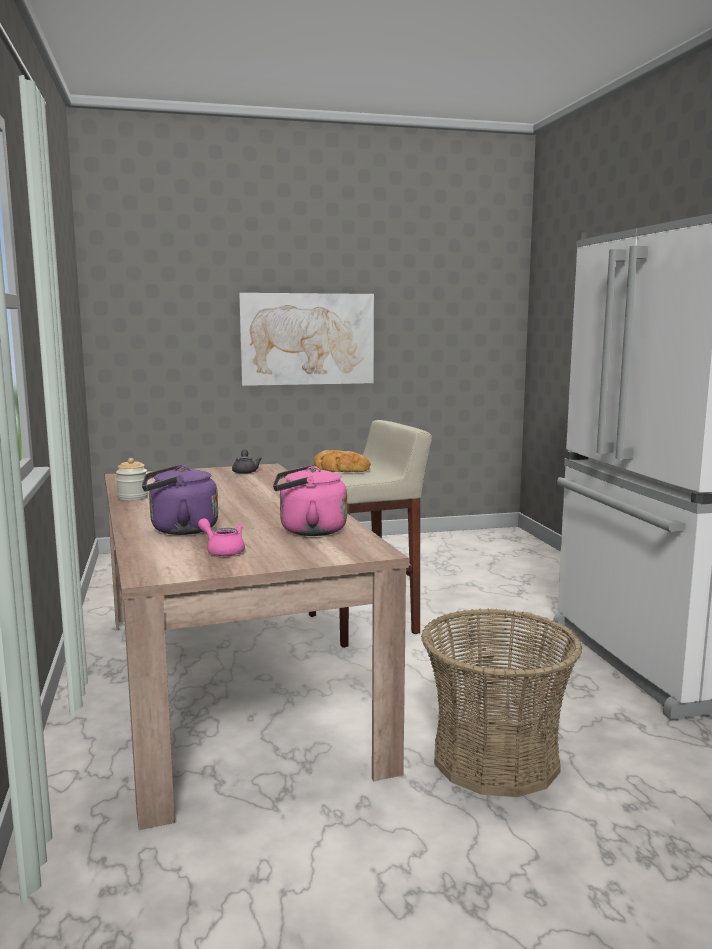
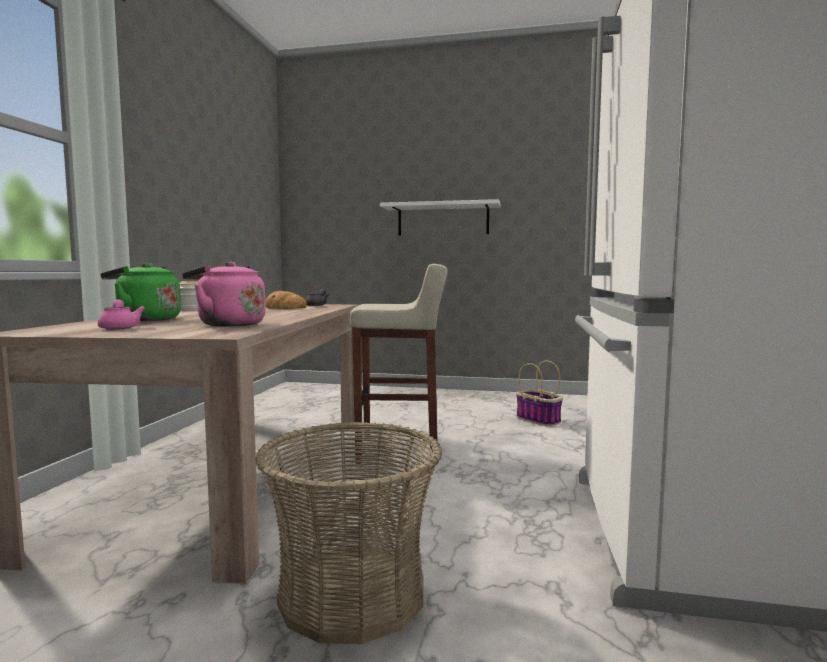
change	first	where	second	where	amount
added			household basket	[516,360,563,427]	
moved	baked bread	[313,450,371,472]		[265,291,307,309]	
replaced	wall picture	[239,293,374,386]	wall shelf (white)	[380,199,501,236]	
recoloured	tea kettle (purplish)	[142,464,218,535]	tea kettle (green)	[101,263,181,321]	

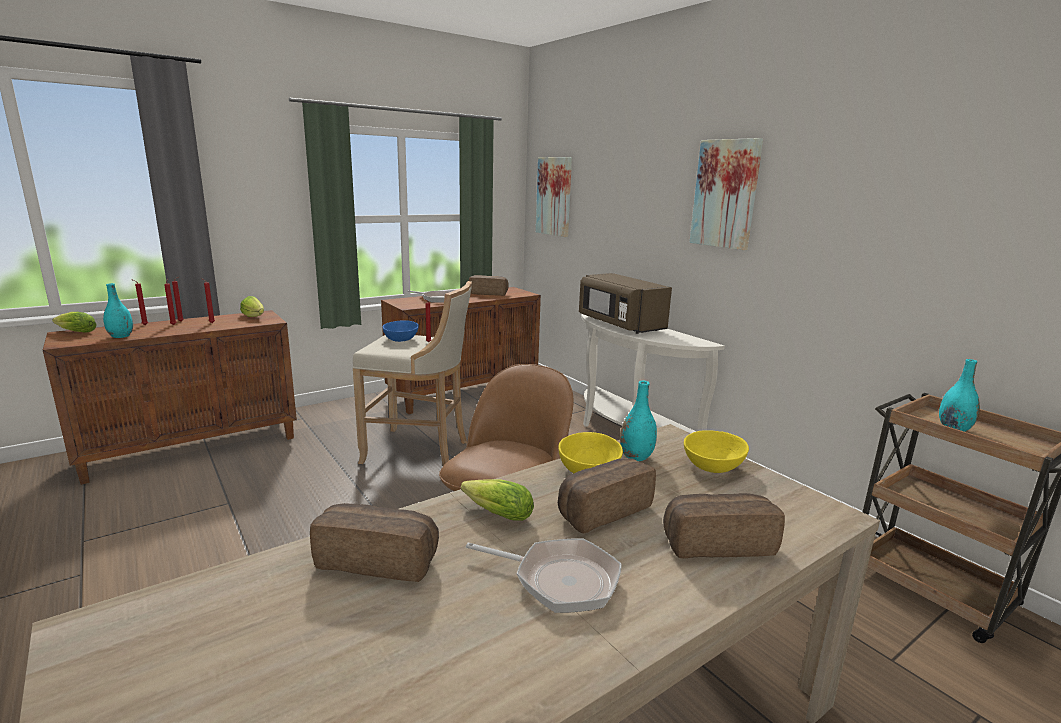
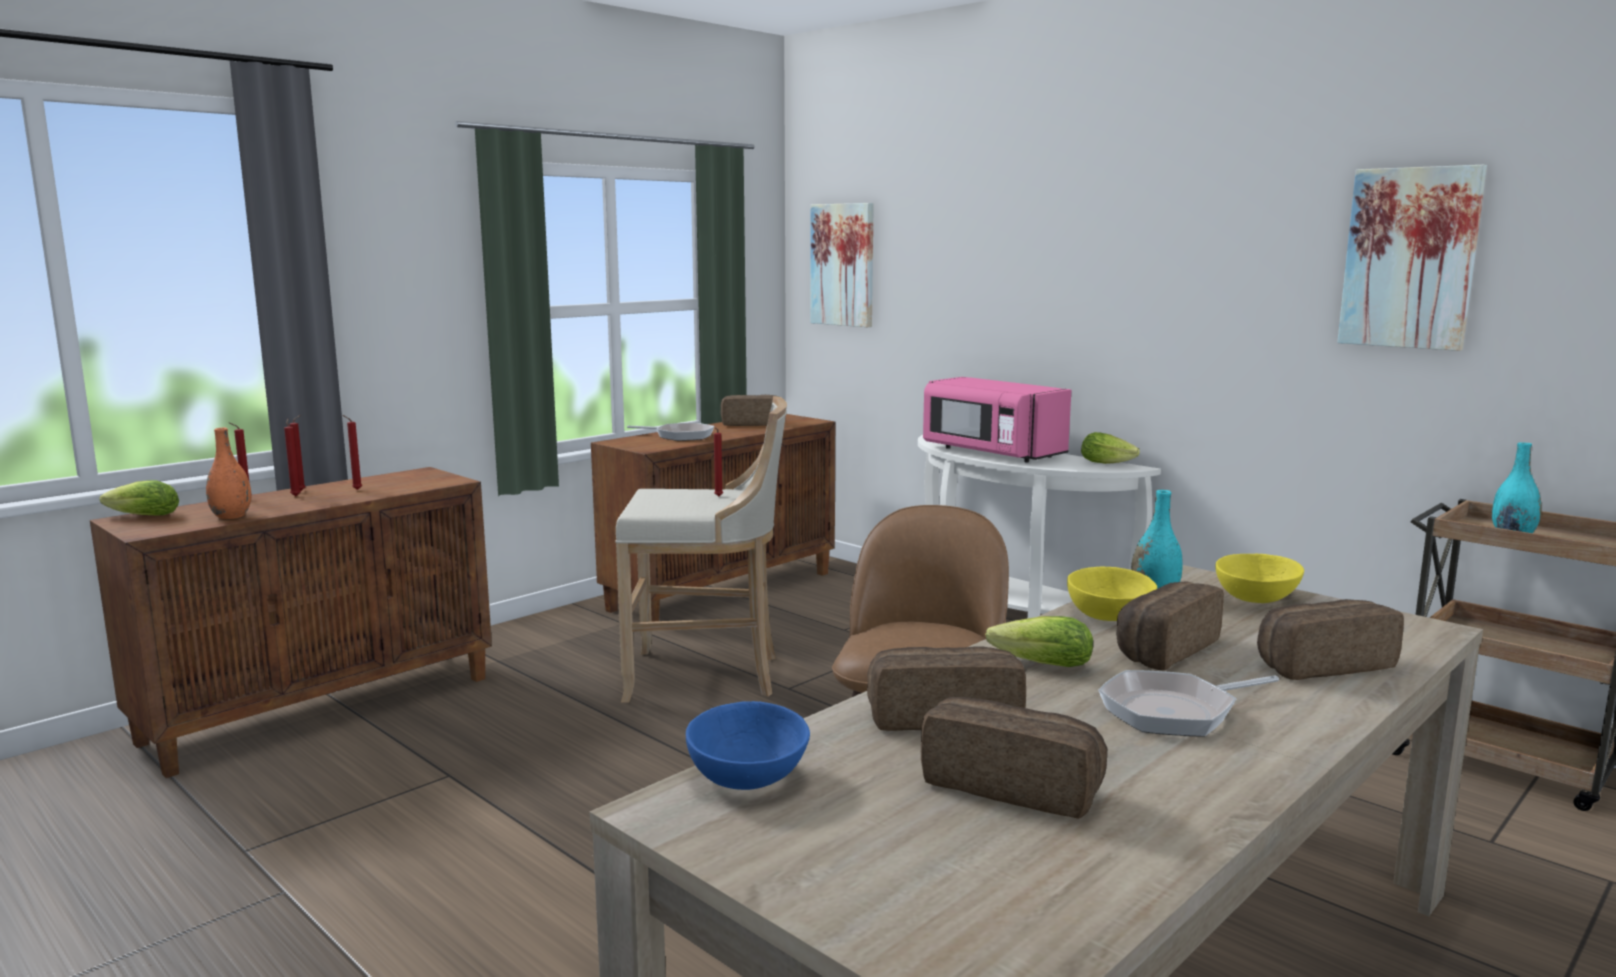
change	first	where	second	where	amount
added			baked bread	[921,697,1107,819]	
moved	lettuce	[240,296,264,317]		[1081,432,1140,464]	
moved	deep dish (blue)	[383,320,419,342]		[686,701,810,790]	
moved	wall picture	[690,138,763,250]		[1337,165,1487,351]	
recoloured	vase (turquoise-coloured)	[103,283,133,338]	vase (orange)	[206,428,252,519]	
recoloured	microwave oven (brownish)	[579,273,672,334]	microwave oven (pink)	[923,377,1071,463]	
turned	frying pan	[466,539,622,613]		[1098,670,1279,737]	150 degrees clockwise

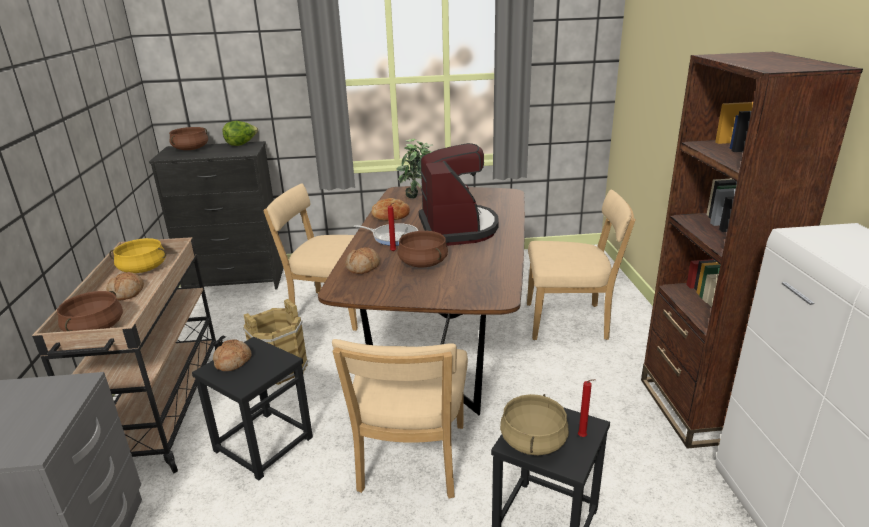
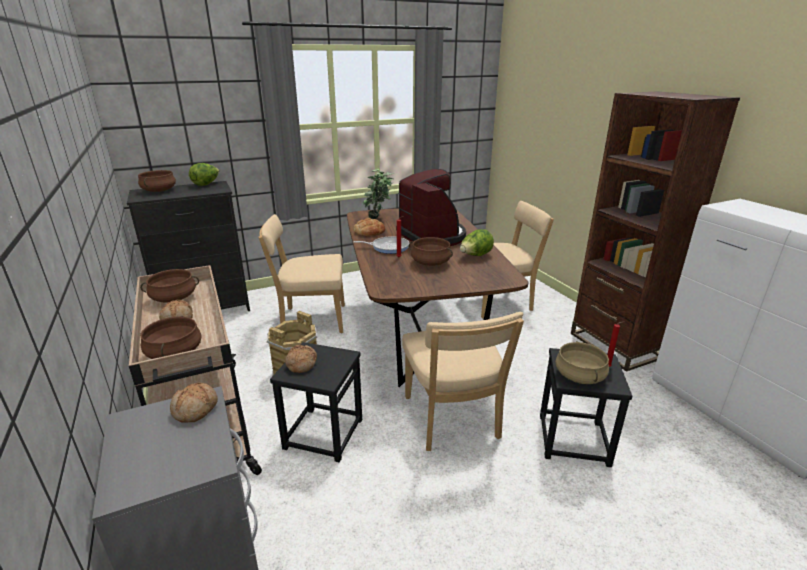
change	first	where	second	where	amount
added			lettuce	[460,229,494,256]	
moved	baked bread	[346,247,380,274]		[170,382,218,423]	
recoloured	saucepot (yellow-coloured)	[109,238,166,273]	saucepot (brownish)	[140,269,199,303]	

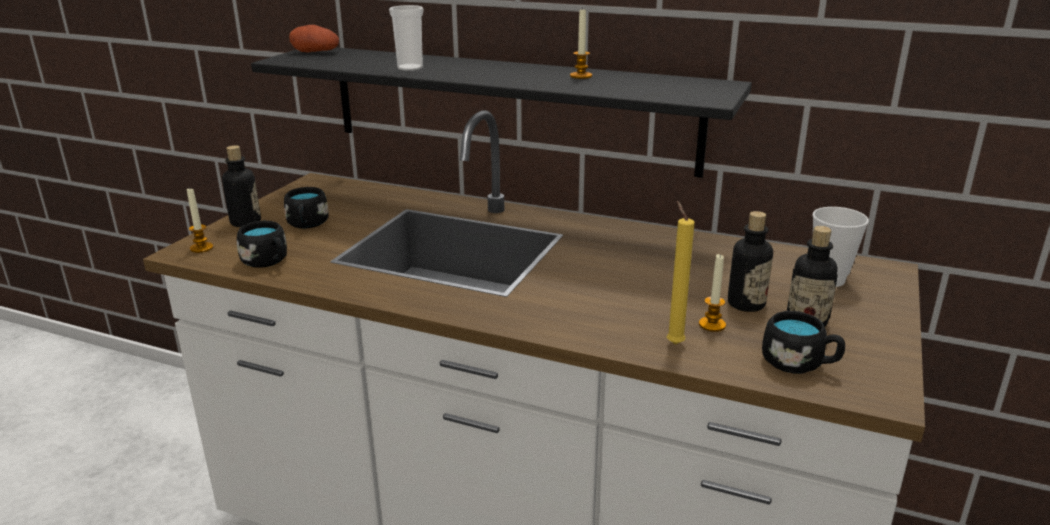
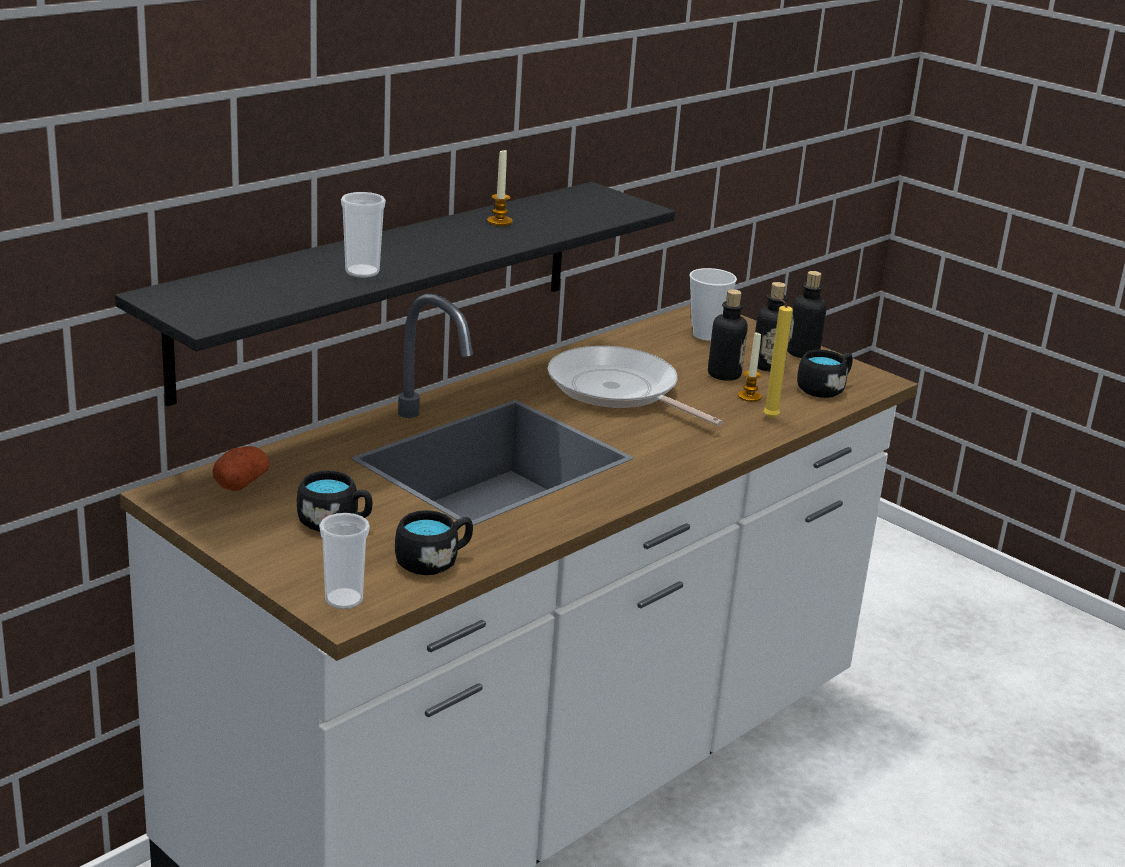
change	first	where	second	where	amount
added			frying pan	[548,346,723,426]	
moved	bottle	[222,145,261,227]		[787,271,827,358]	
moved	potato	[289,25,339,53]		[213,446,270,491]	
replaced	wax candle	[187,187,213,253]	small cup	[319,513,370,609]	

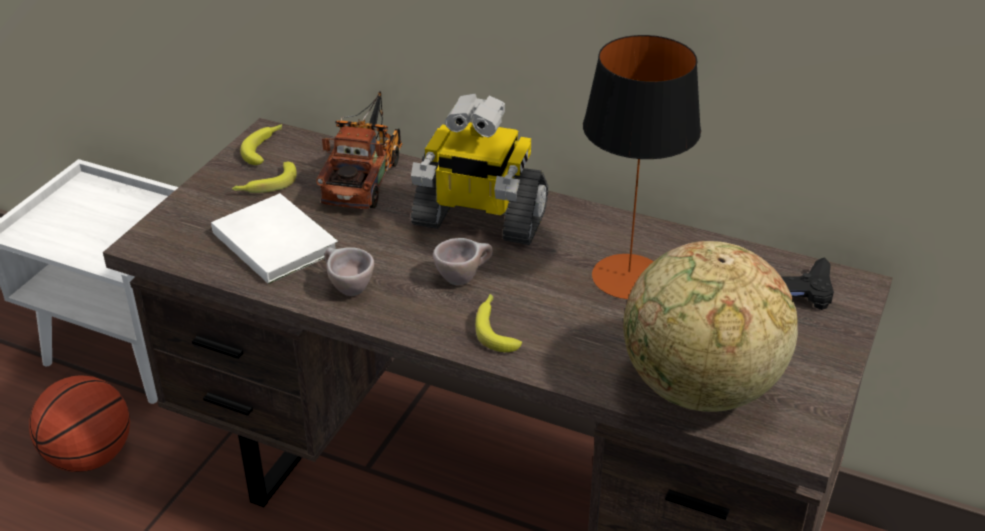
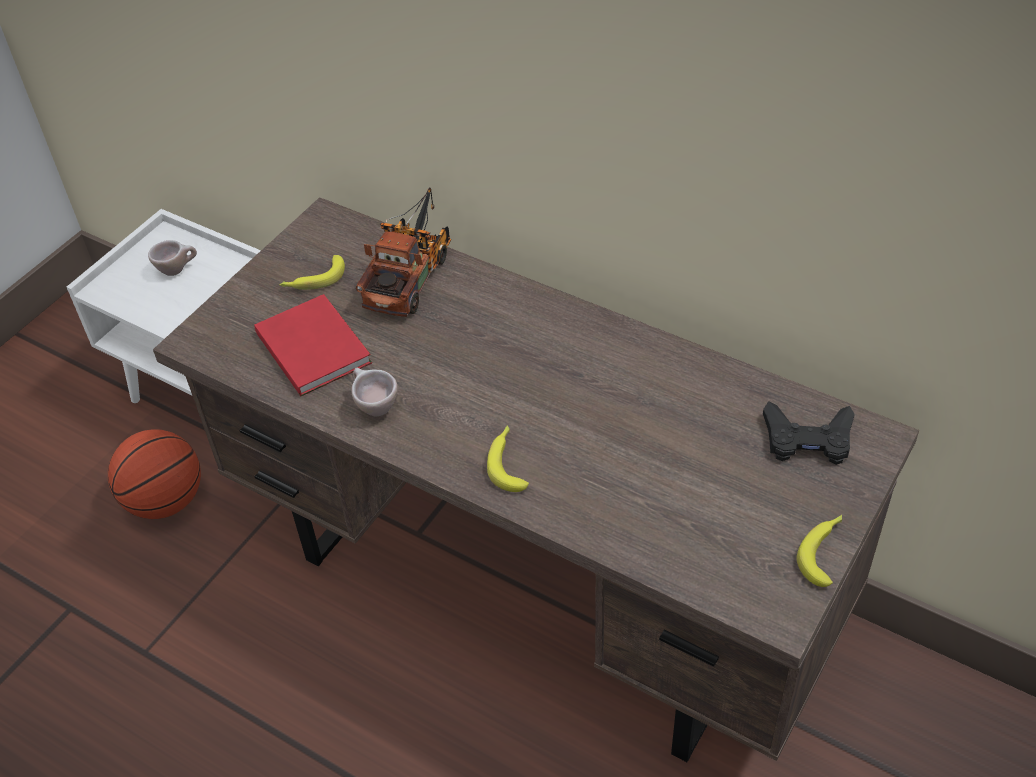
change	first	where	second	where	amount
removed	model robot	[411,94,548,245]			
removed	lamp for a table	[583,35,701,299]			
removed	desk globe	[623,241,798,412]			
moved	banana	[240,124,282,165]		[797,515,842,587]	
moved	small cup (beige)	[433,238,493,285]		[148,240,197,276]	
recoloured	volume (white)	[211,193,338,284]	volume (red)	[254,294,372,396]	

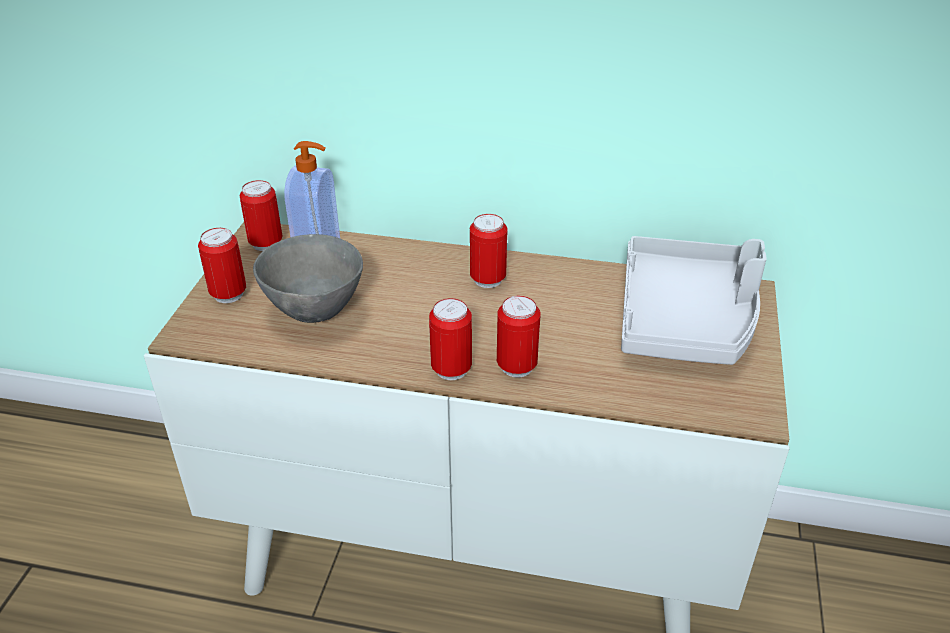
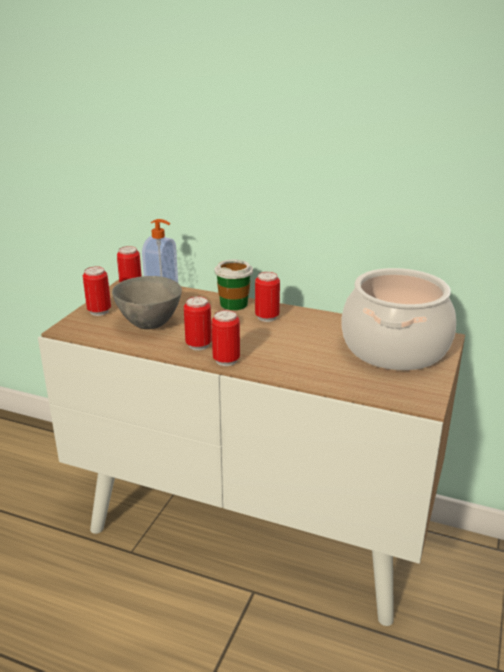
change	first	where	second	where	amount
added			small cup	[214,259,253,310]	
moved	metal can	[497,296,541,378]		[184,296,212,351]	
replaced	tray (grey)	[621,236,767,365]	saucepot	[341,268,456,370]	

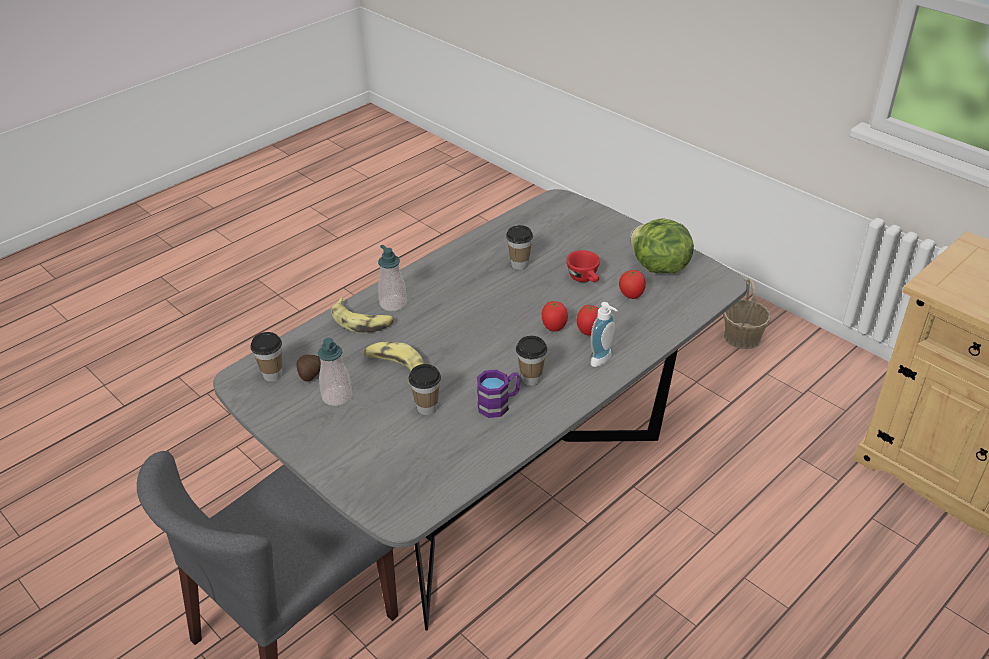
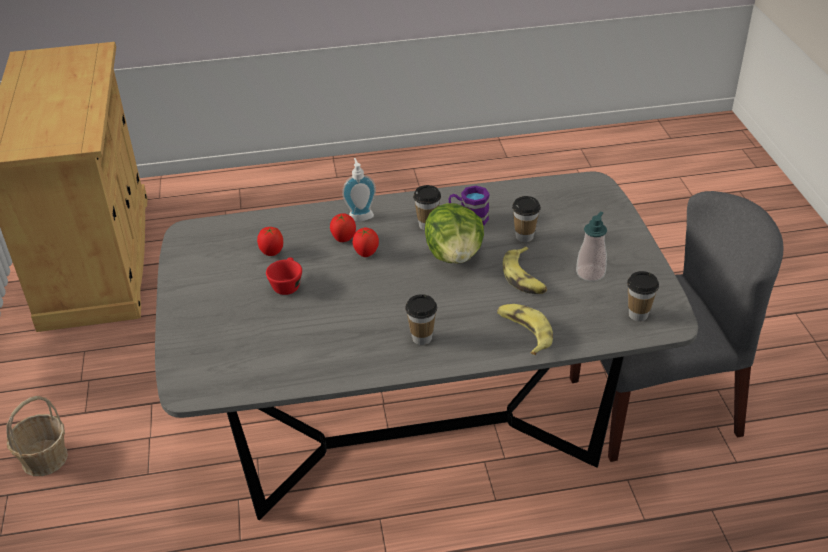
change	first	where	second	where	amount
removed	potato	[296,355,321,382]			
removed	liquid soap bottle	[378,245,407,312]			
moved	small cup	[506,225,533,270]		[405,294,437,345]	
moved	lettuce	[630,218,694,273]		[425,203,484,264]	

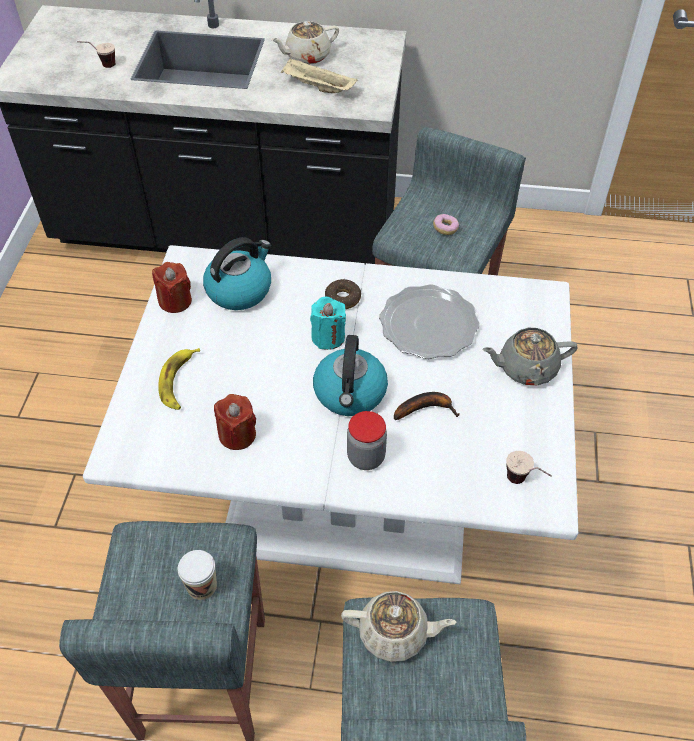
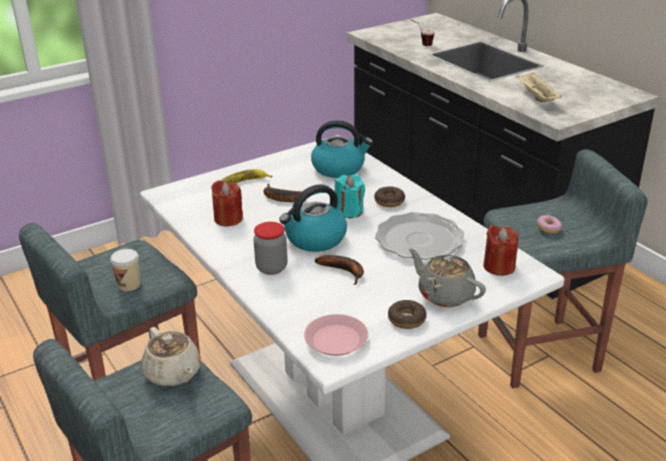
change	first	where	second	where	amount
removed	tea pot (beige)	[271,21,339,65]			
added			banana	[264,183,302,202]	
added			doughnut	[388,300,426,329]	
moved	wax candle (red)	[152,262,192,313]		[483,225,519,276]	
replaced	small cup	[506,451,552,484]	plate (pink)	[304,314,368,356]	

